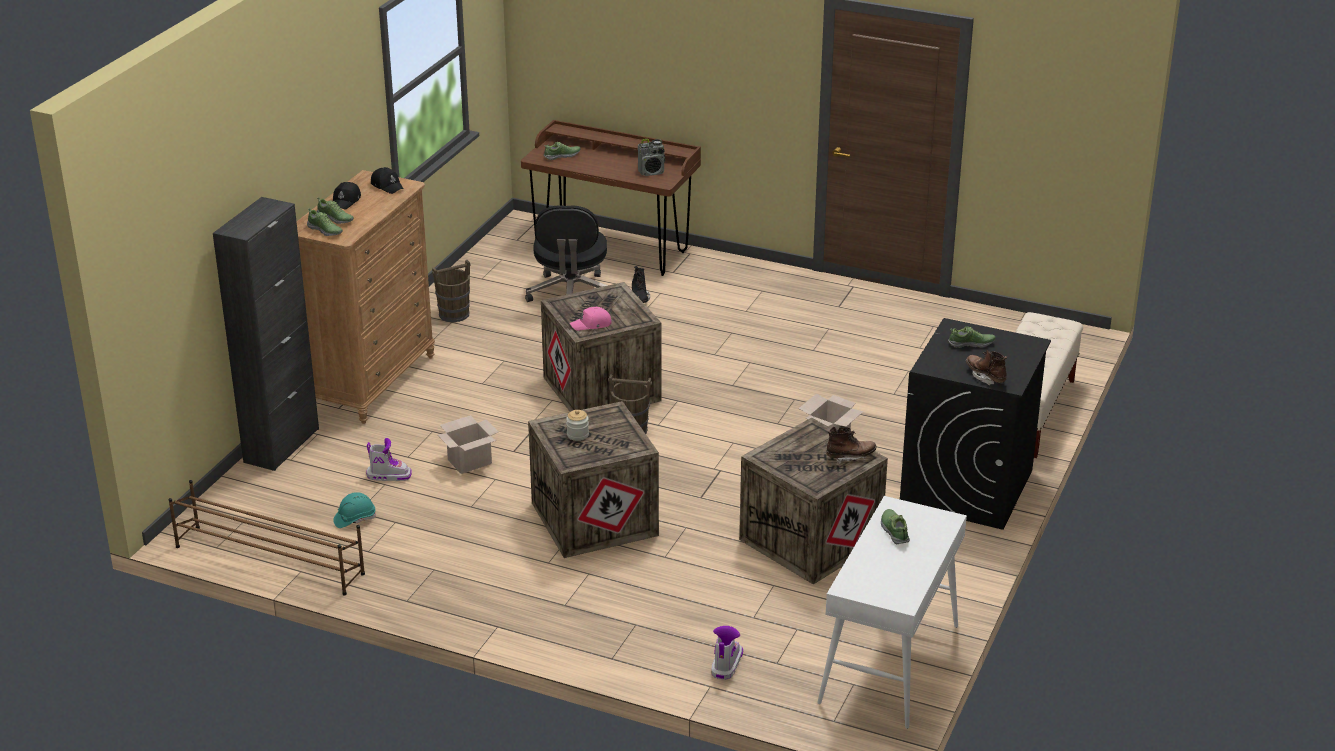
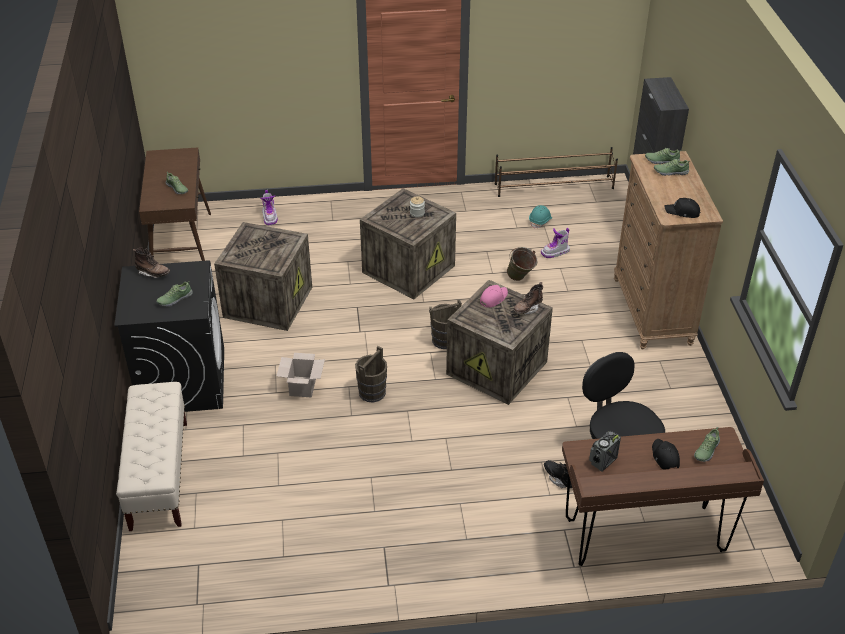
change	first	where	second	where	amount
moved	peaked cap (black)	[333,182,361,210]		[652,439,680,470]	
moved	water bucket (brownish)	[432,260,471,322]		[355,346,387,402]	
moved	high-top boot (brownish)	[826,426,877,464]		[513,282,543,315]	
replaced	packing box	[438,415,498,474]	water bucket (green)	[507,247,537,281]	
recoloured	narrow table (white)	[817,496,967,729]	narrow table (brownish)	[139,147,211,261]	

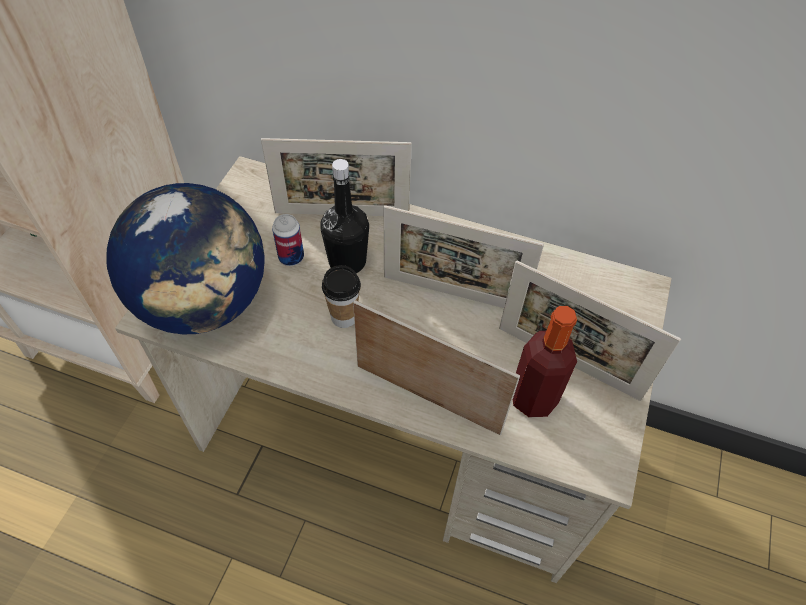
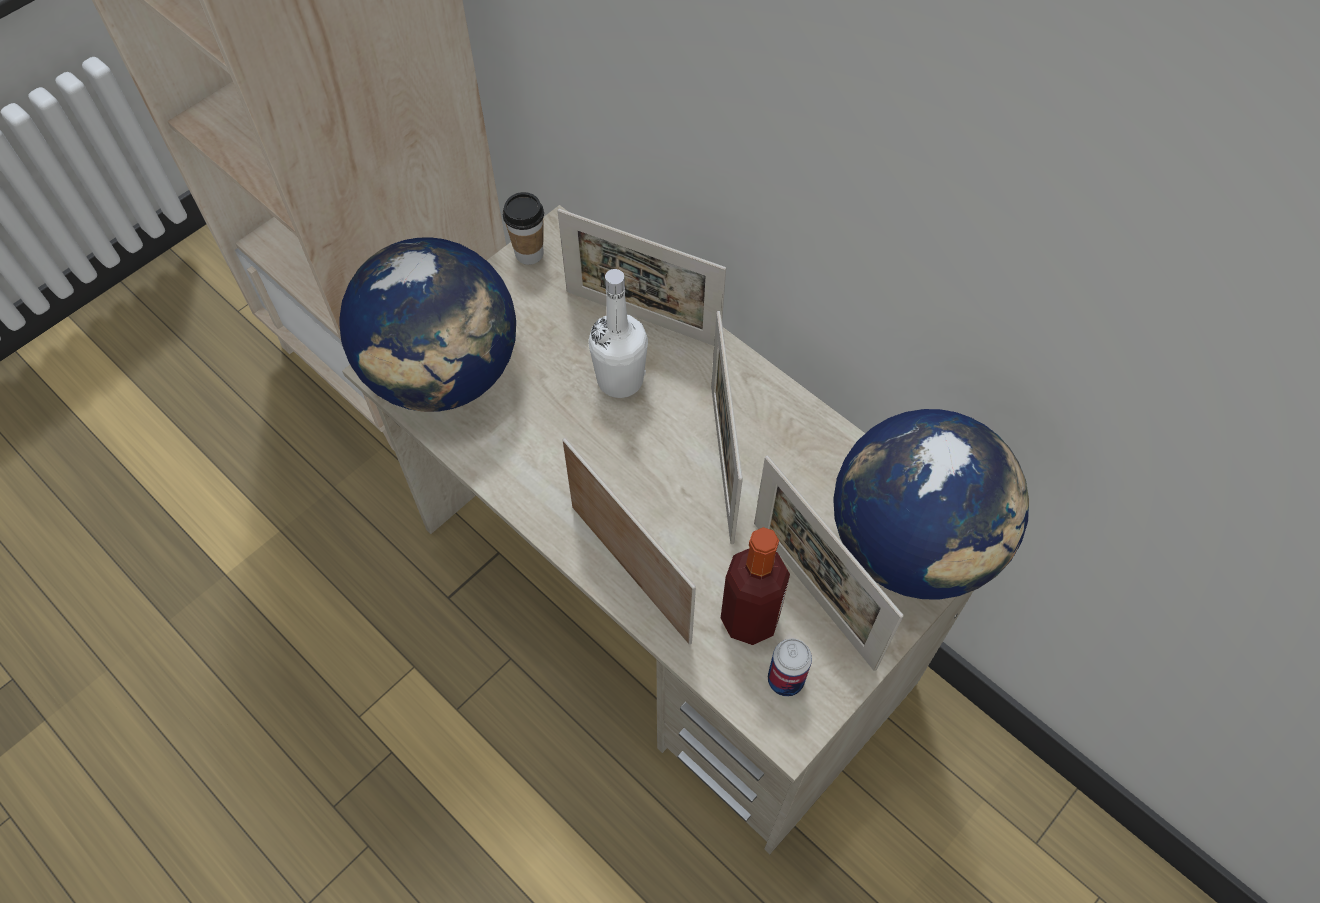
change	first	where	second	where	amount
added			desk globe	[833,409,1029,600]	
moved	metal can	[272,214,304,266]		[768,639,812,697]	
moved	small cup	[322,265,361,328]		[503,192,544,265]	
recoloured	bottle (black)	[320,159,369,273]	bottle (white)	[588,269,648,398]	
turned	standing frame	[384,205,544,308]		[711,311,743,544]	45 degrees clockwise

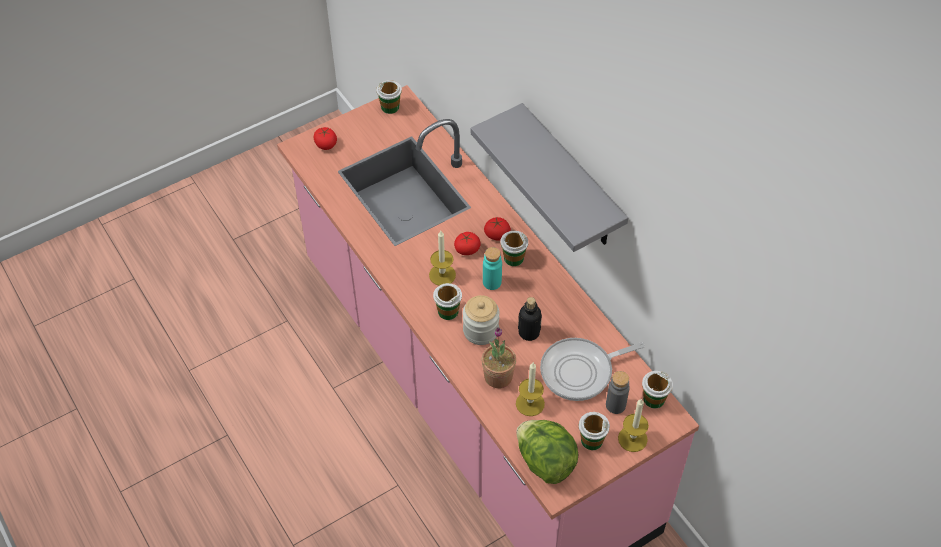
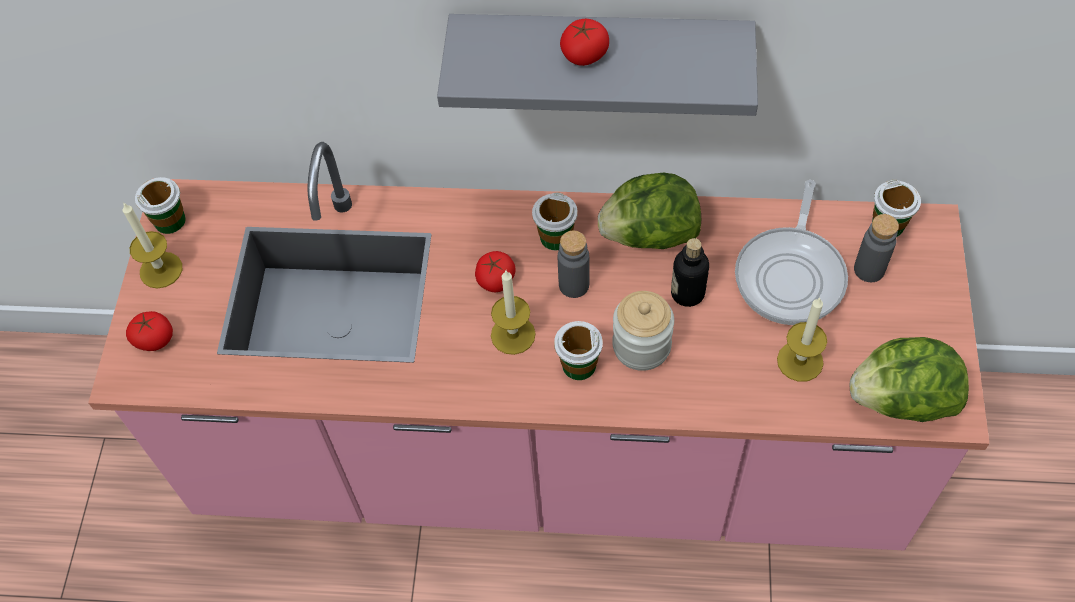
change	first	where	second	where	amount
removed	potted plant	[482,327,516,388]			
removed	small cup	[579,412,610,450]			
added			lettuce	[598,172,701,249]	
moved	tomato	[484,217,511,241]		[560,19,609,66]	
moved	wax candle	[618,398,649,452]		[123,202,183,288]	
recoloured	bottle (turquoise-coloured)	[483,247,502,290]	bottle (grey)	[558,231,590,298]	

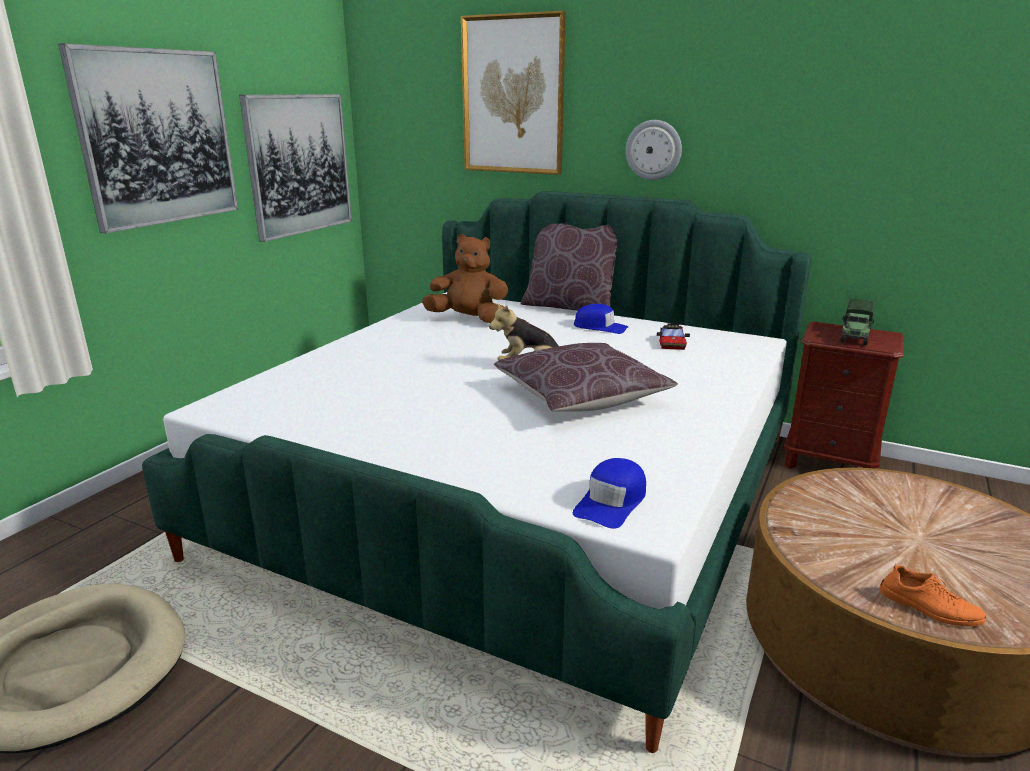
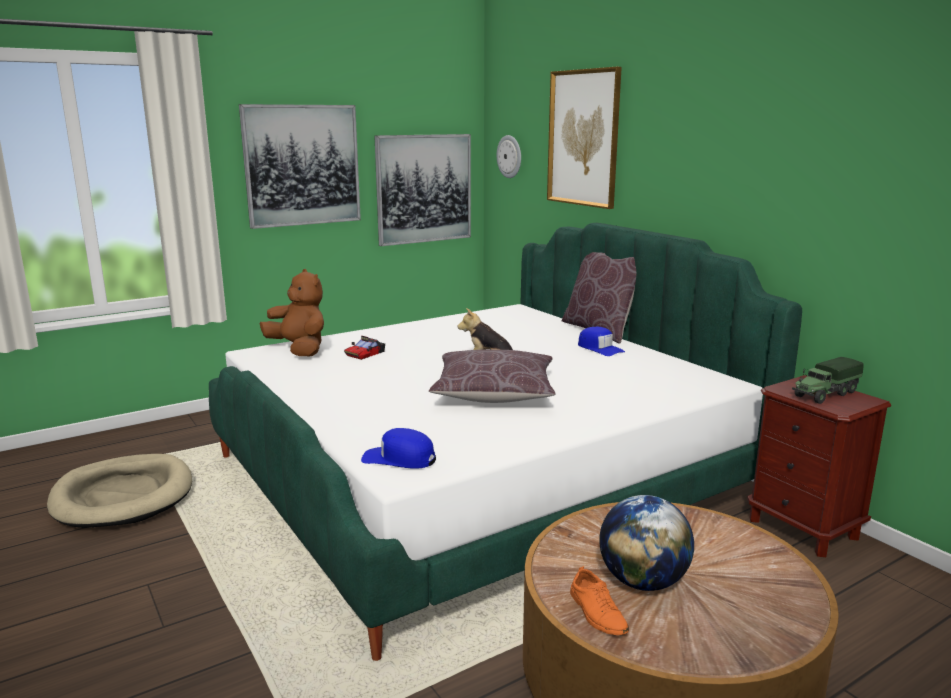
change	first	where	second	where	amount
added			desk globe	[599,495,694,591]	
moved	soft toy (brownish)	[422,234,509,323]		[260,269,324,356]	
moved	hanging clock	[626,120,682,180]		[497,135,521,178]	
moved	toy car	[657,323,690,350]		[344,335,385,360]	
turned	peaked cap (blue)	[573,458,646,529]		[361,428,436,469]	45 degrees clockwise

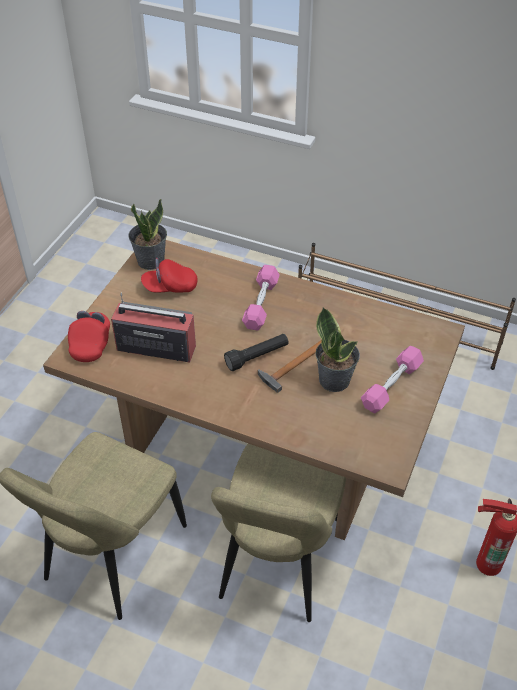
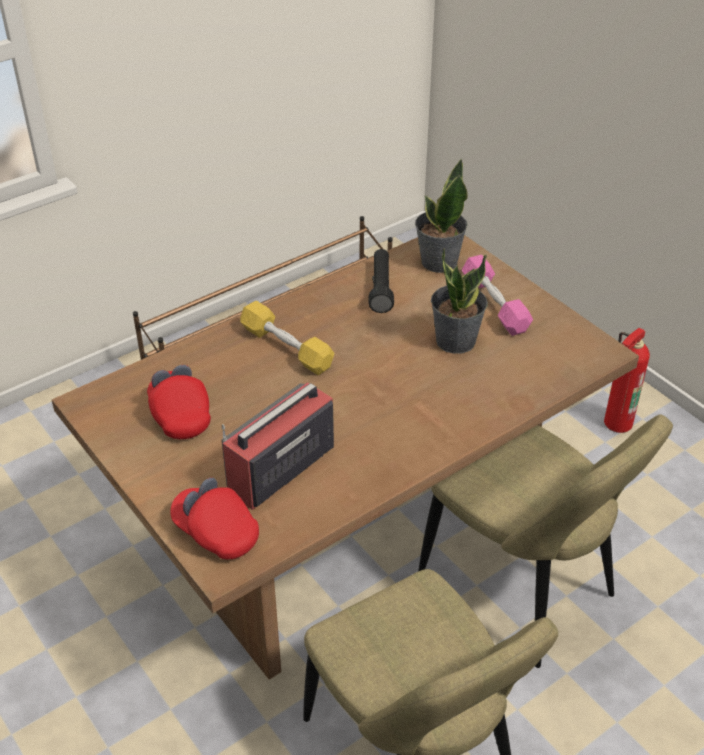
change	first	where	second	where	amount
removed	tool hammer	[257,340,322,393]			
moved	potted plant	[128,199,167,270]		[415,159,468,273]	
moved	flashlight (black)	[224,334,289,372]		[369,249,394,313]	
recoloured	free weight (pink)	[242,265,280,331]	free weight (yellow-coloured)	[240,301,334,375]	
turned	peaked cap (red)	[141,258,198,293]		[147,365,211,439]	135 degrees clockwise

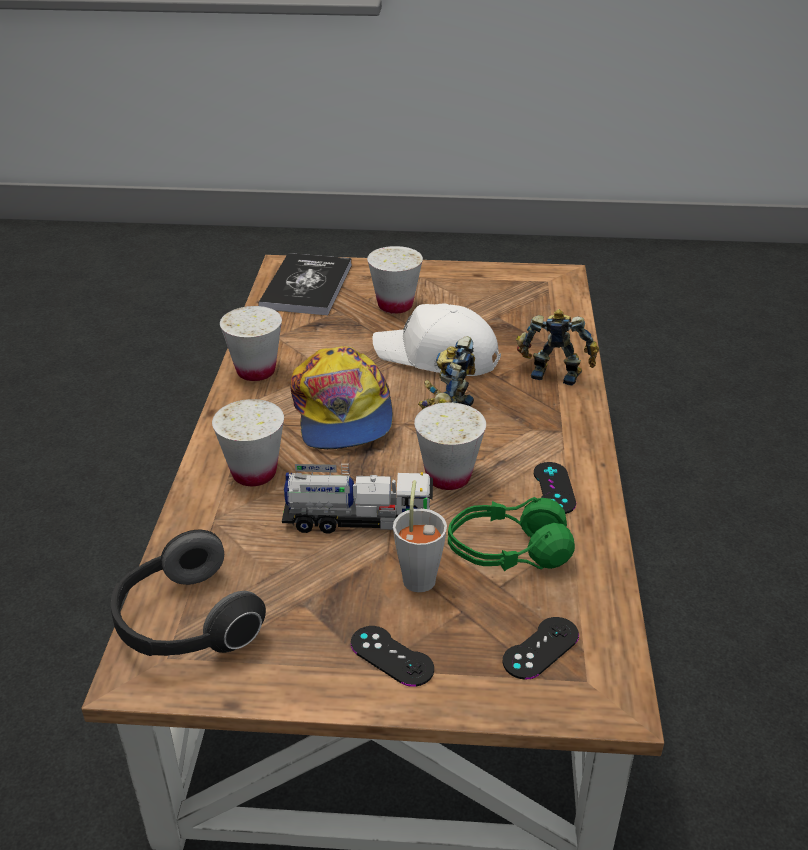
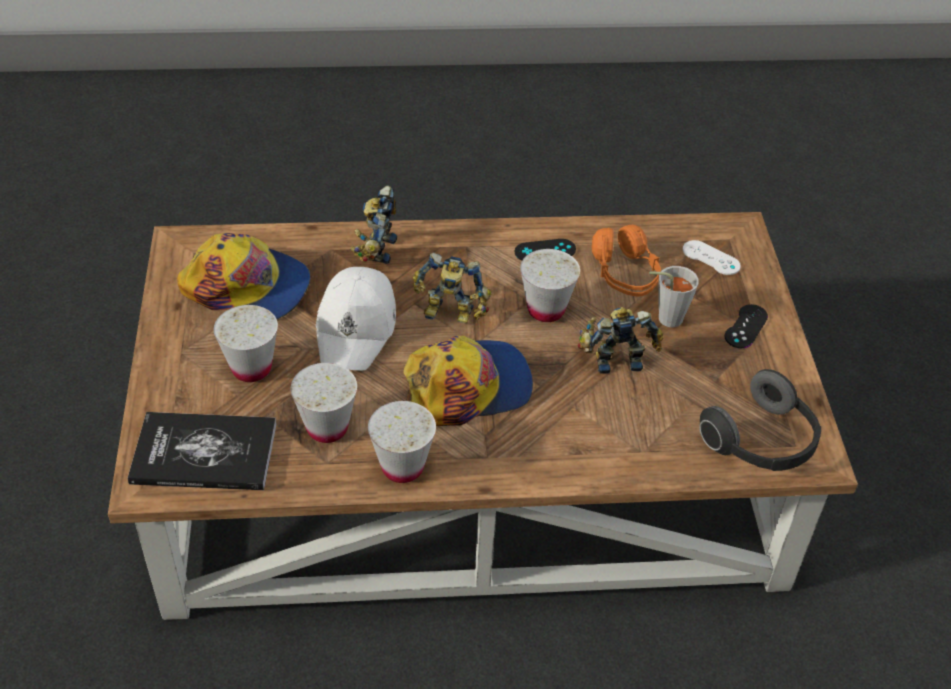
change	first	where	second	where	amount
added			peaked cap	[177,233,310,319]	
moved	small cup (white)	[212,399,284,486]		[291,363,357,443]	
replaced	toy lorry	[282,464,433,533]	model robot	[578,307,663,373]	
recoloured	headphones (green)	[448,497,575,571]	headphones (orange)	[592,225,661,297]	
recoloured	gamepad (black)	[503,617,579,680]	gamepad (white)	[683,240,741,275]	

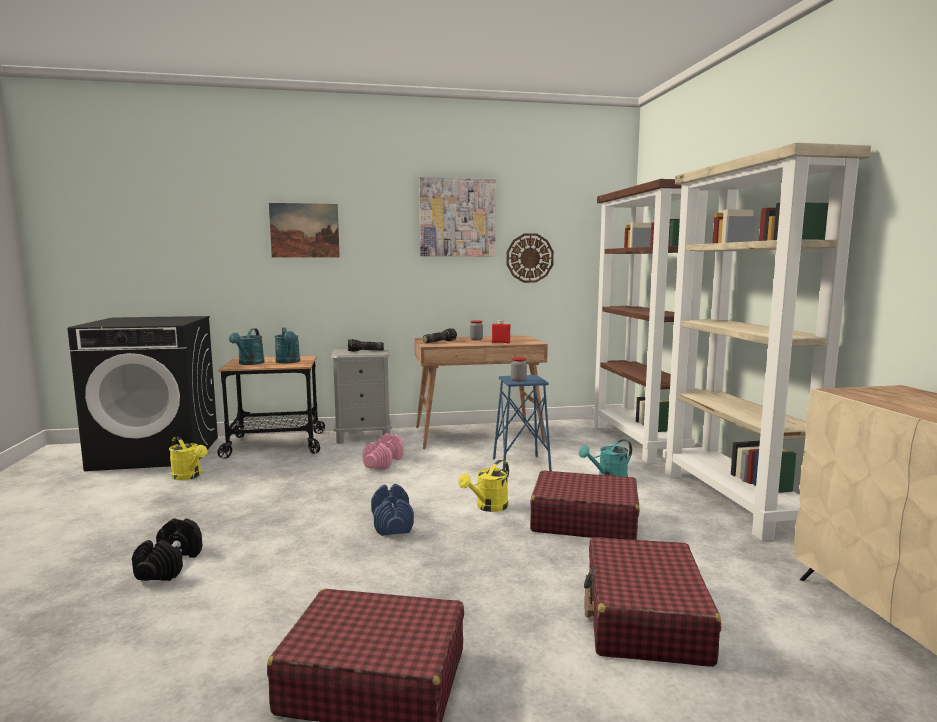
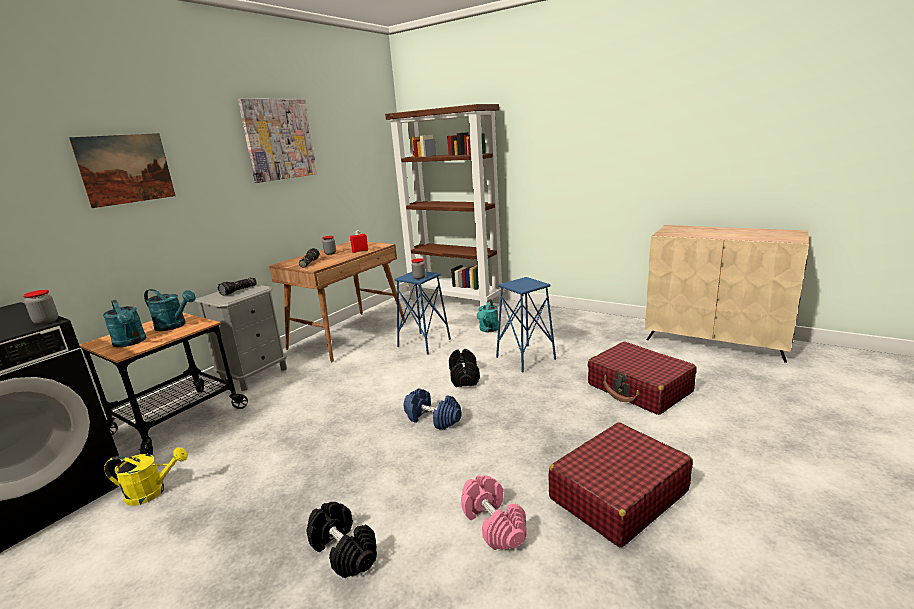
change	first	where	second	where	amount
removed	hanging clock	[506,233,554,283]			
removed	bookcase (beige)	[663,142,871,541]			
added			preserve jar	[23,290,58,325]	
moved	free weight (pink)	[363,433,404,470]		[461,475,527,550]	
replaced	sprinkling can (yellow-coloured)	[458,460,509,512]	free weight (black)	[449,349,480,387]	
replaced	suitcase (red)	[530,470,639,540]	stool seat (blue)	[496,277,556,373]	

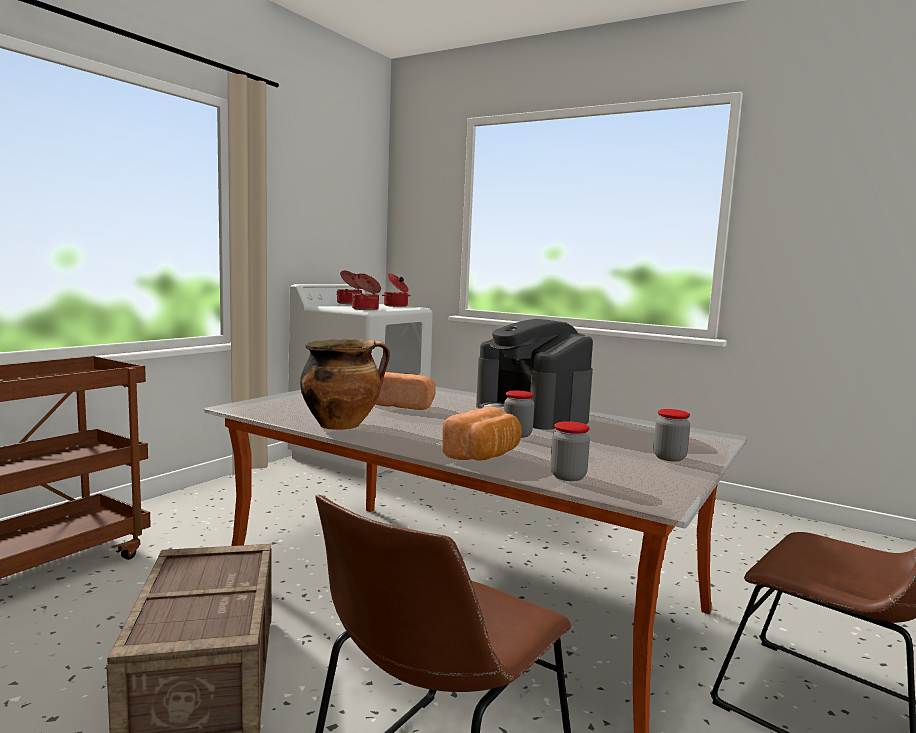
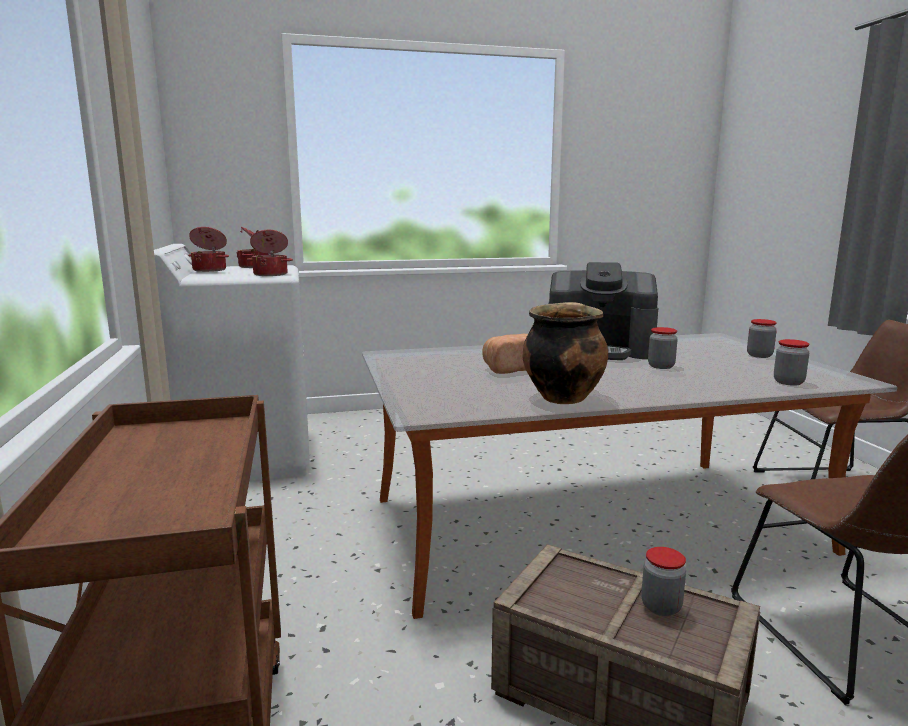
change	first	where	second	where	amount
removed	baked bread	[442,406,521,460]			
added			preserve jar	[641,547,686,616]	

